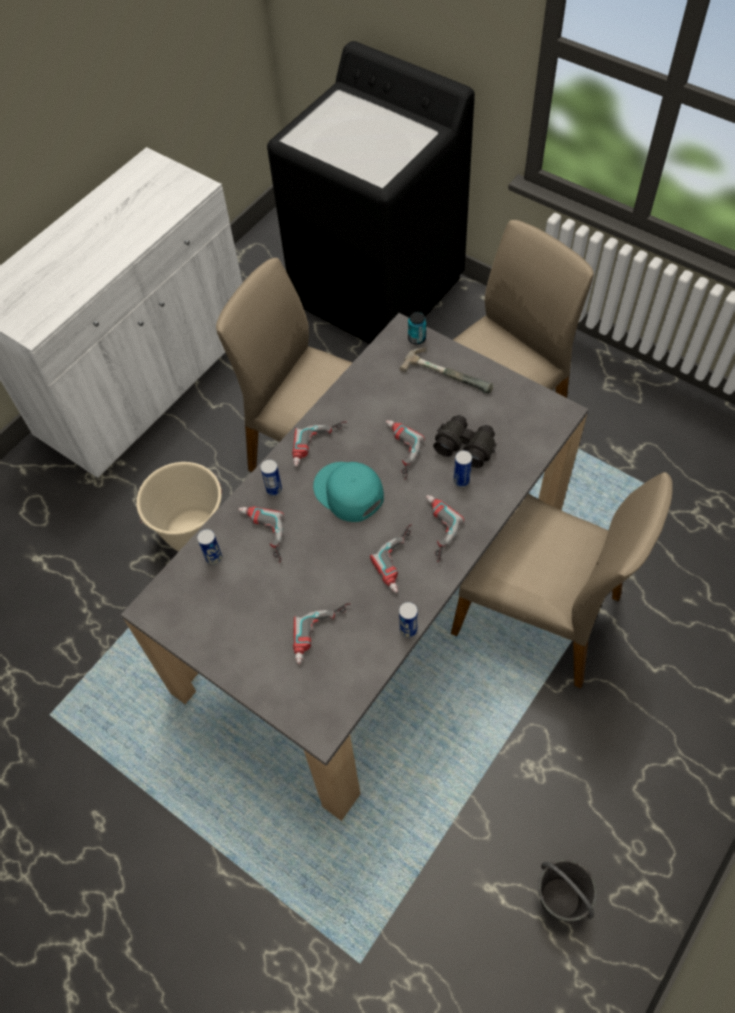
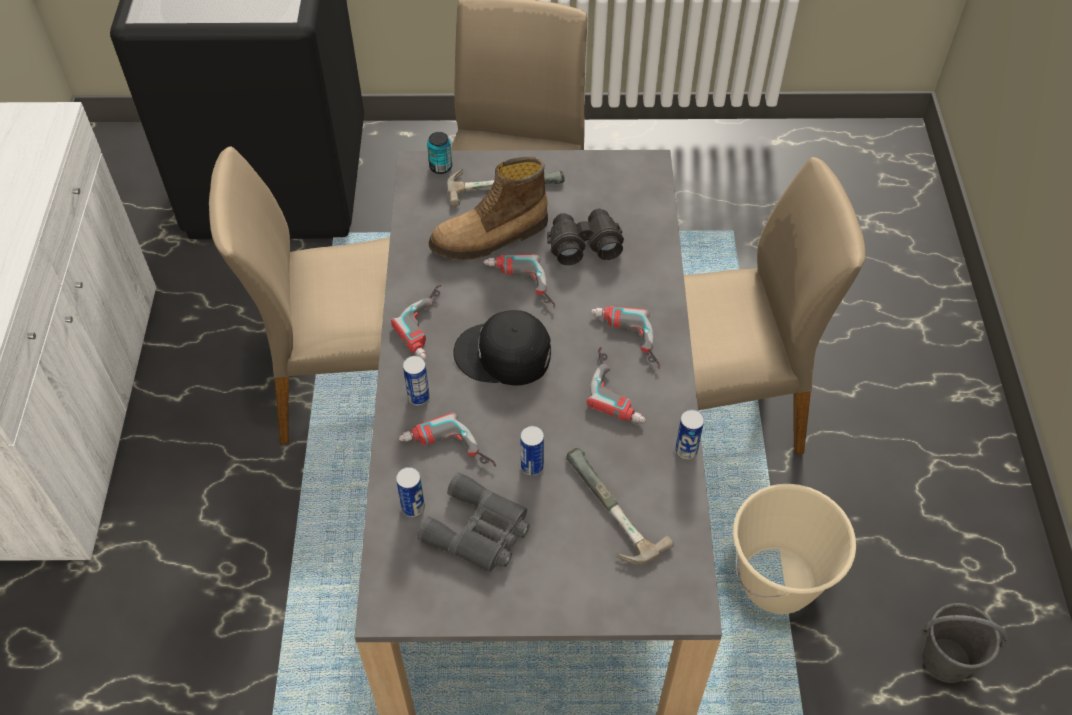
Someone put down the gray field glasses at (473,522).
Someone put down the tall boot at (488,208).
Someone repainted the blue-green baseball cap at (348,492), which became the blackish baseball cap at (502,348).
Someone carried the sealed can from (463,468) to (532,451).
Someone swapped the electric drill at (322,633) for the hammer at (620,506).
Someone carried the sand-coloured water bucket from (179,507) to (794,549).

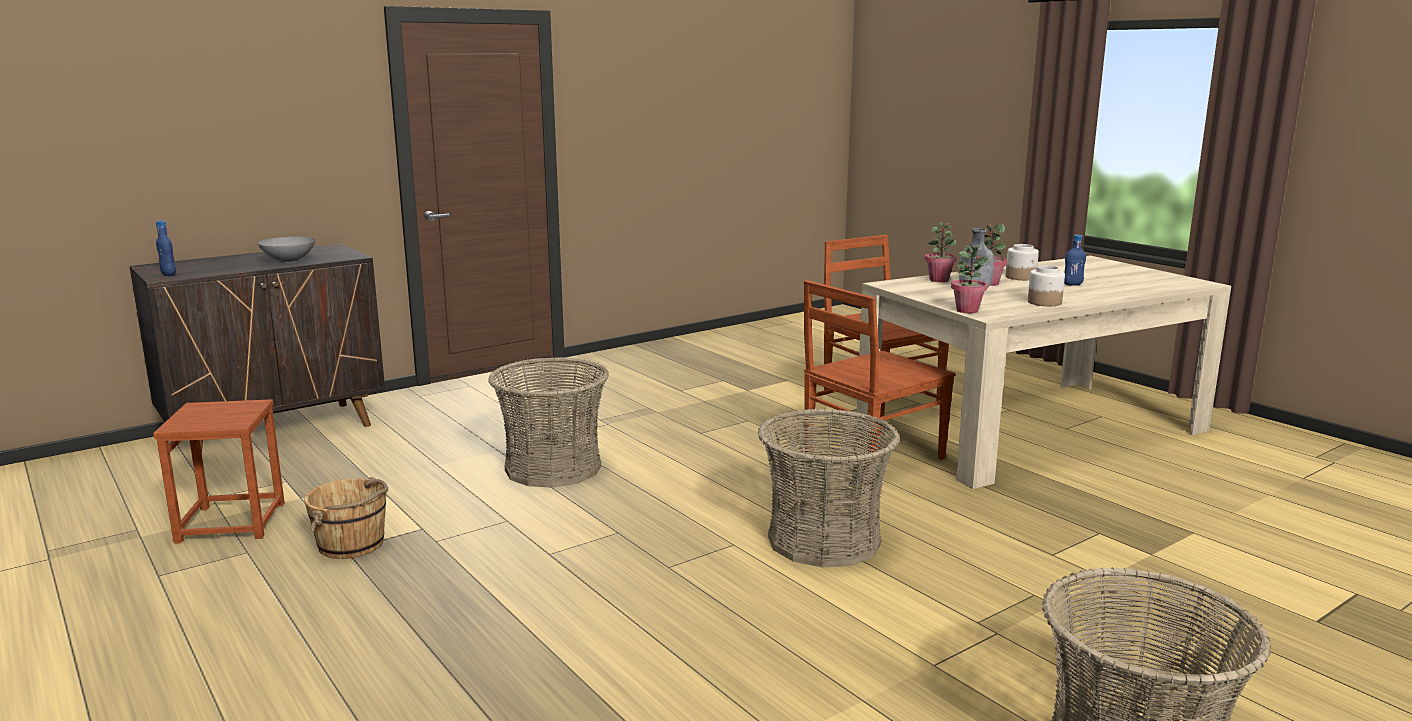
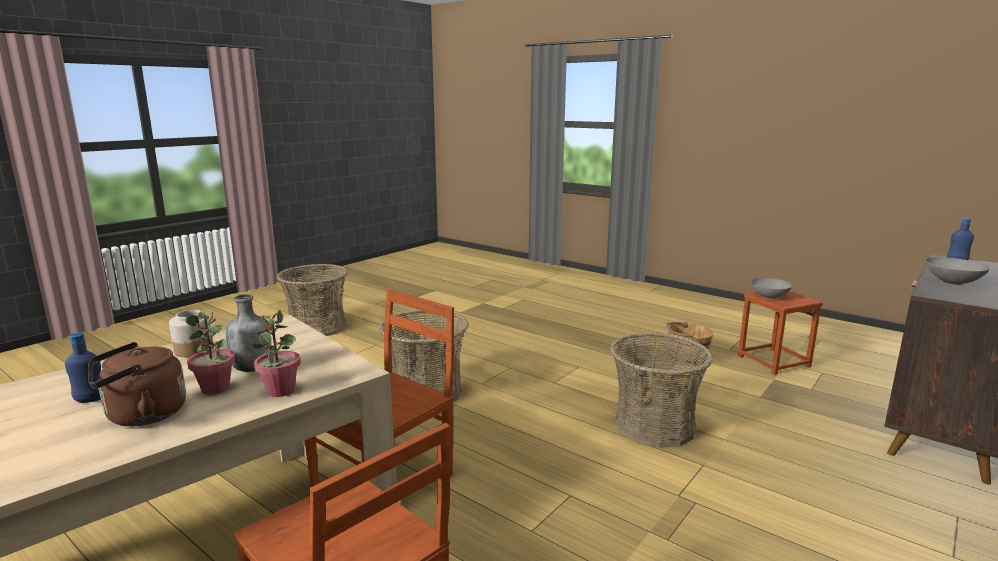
Someone swapped the preserve jar at (1022,262) for the brown kettle at (137,384).
Someone put down the gray deep dish at (771,288).
Someone took away the houseplant at (970,279).

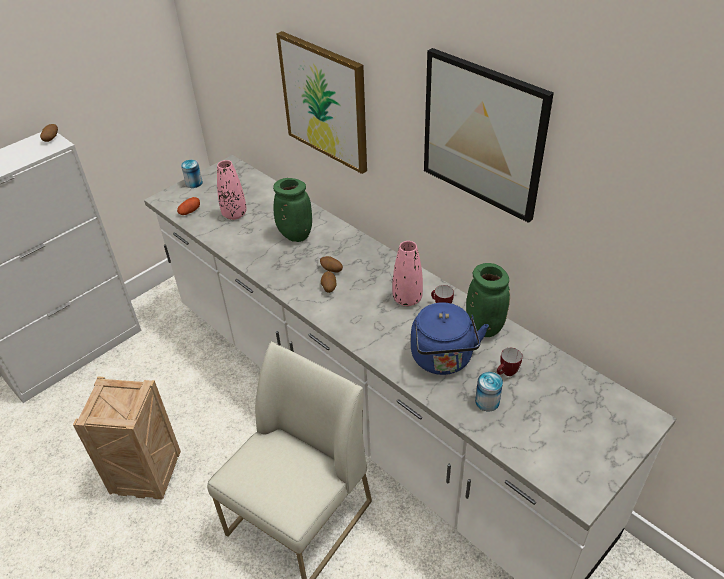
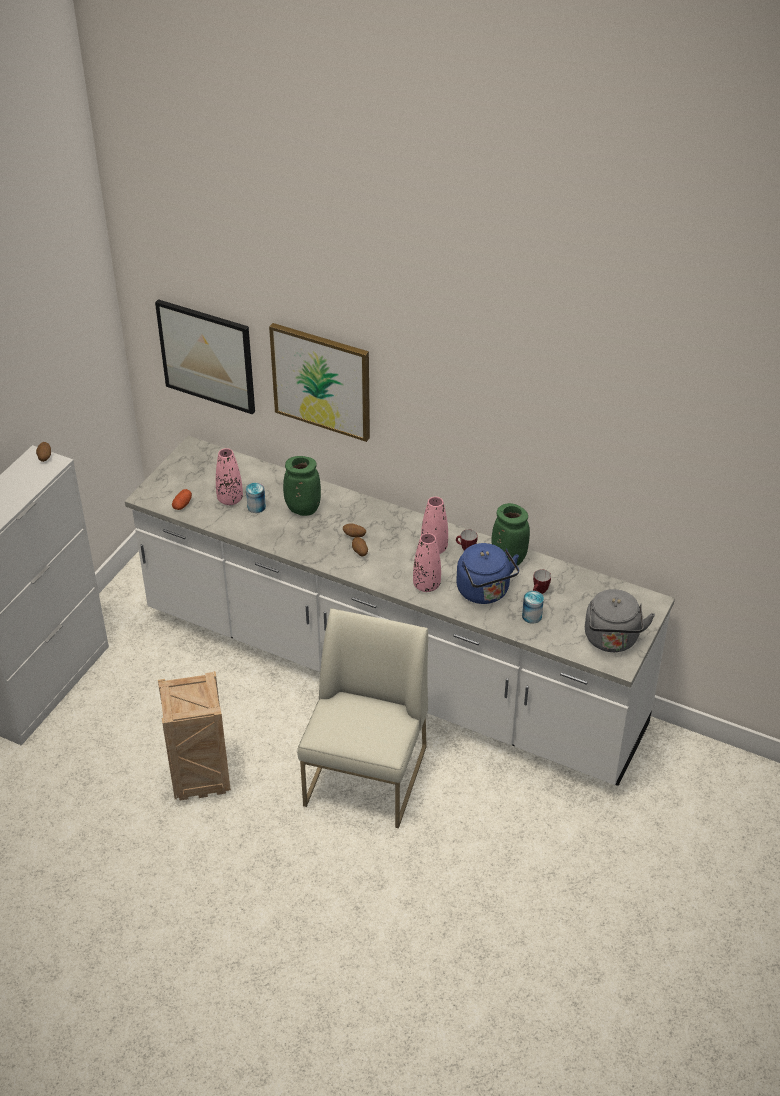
Someone carried the wall art from (489,135) to (205,356).
Someone carried the sealed can from (192,174) to (256,498).
Someone put down the pinkish vase at (427,562).
Someone put down the gray kettle at (620,620).

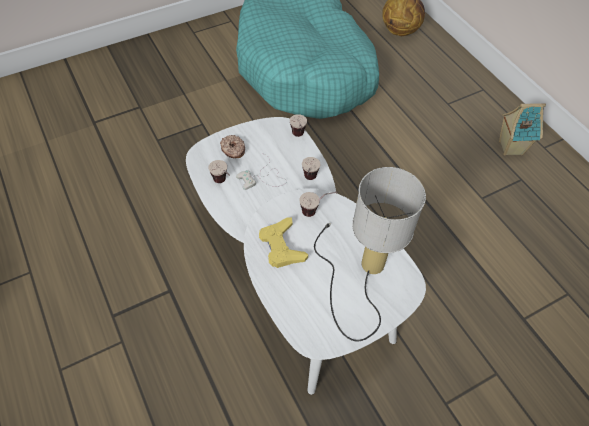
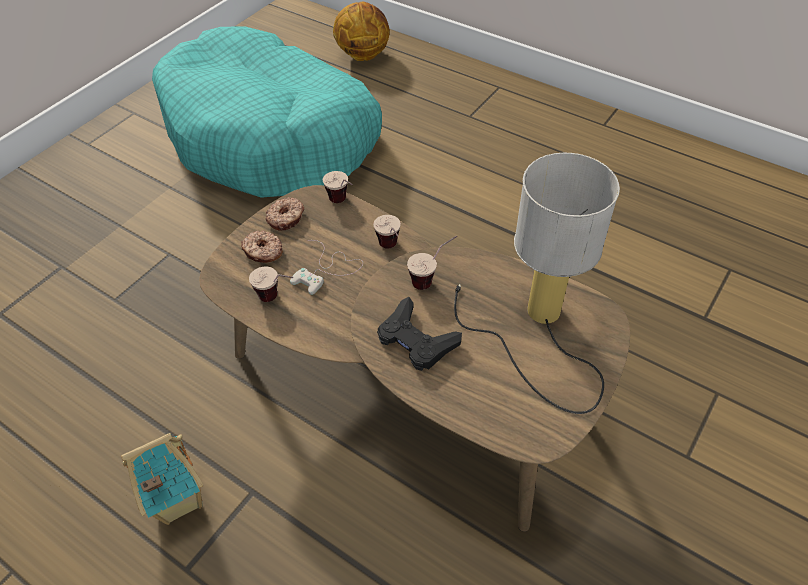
Someone carried the miniature house from (522,129) to (162,479).
Someone repainted the white coffee table at (306,256), which became the brown coffee table at (414,358).
Someone put down the ring doughnut at (284,213).
Someone repainted the yellow gamepad at (283,242), which became the blackish gamepad at (419,334).

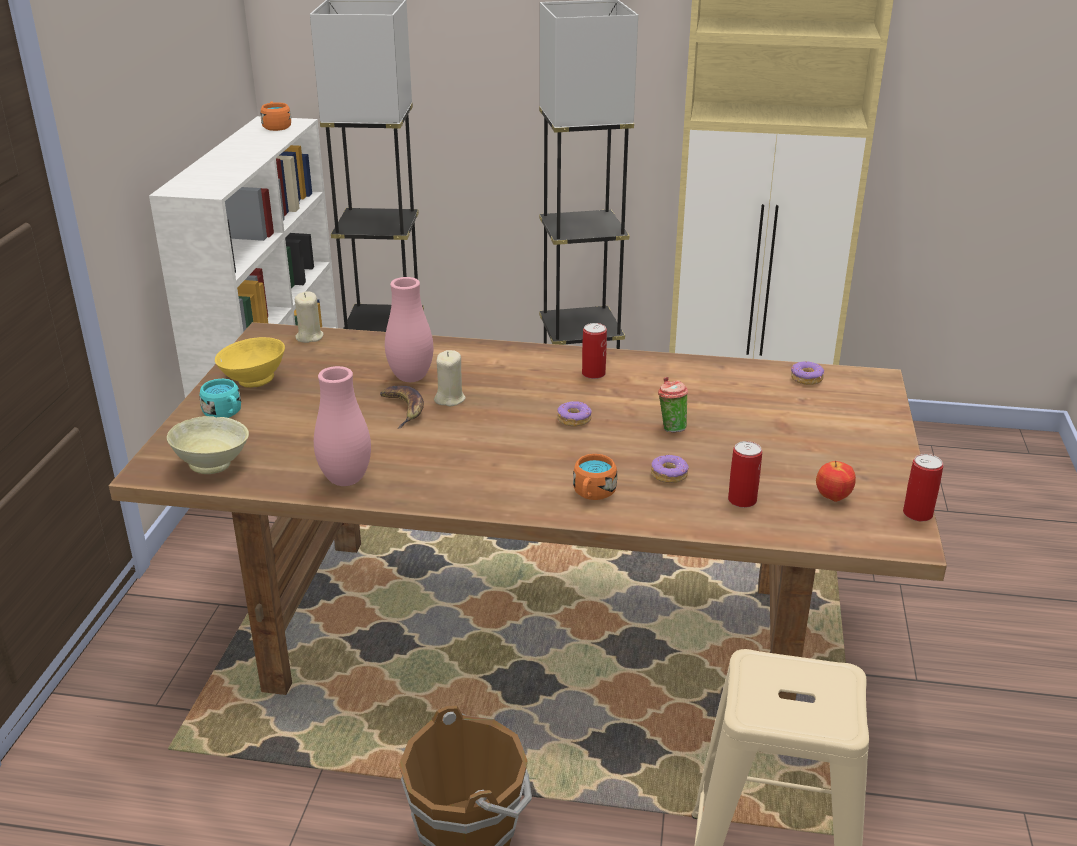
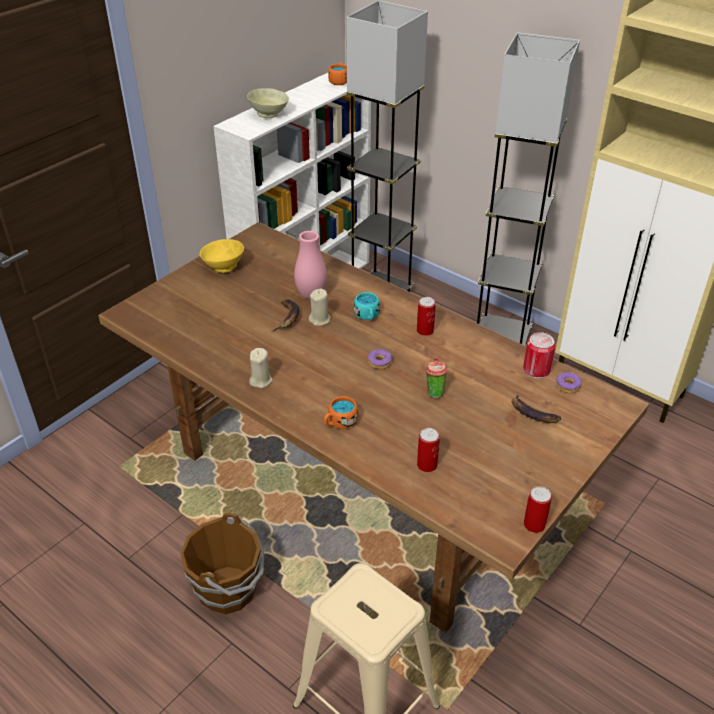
Someone carried the sand-coloured deep dish from (208,445) to (268,103).
Someone carried the sand-coloured wax candle from (309,317) to (260,368).
Someone carried the blue-green tea mug from (220,398) to (367,306).
Someone put down the banana fruit at (536,408).
Someone put down the sealed can at (539,355).
Someone took away the pinkish vase at (342,426).
Someone took away the ring doughnut at (670,469).
Someone took away the apple at (836,481).

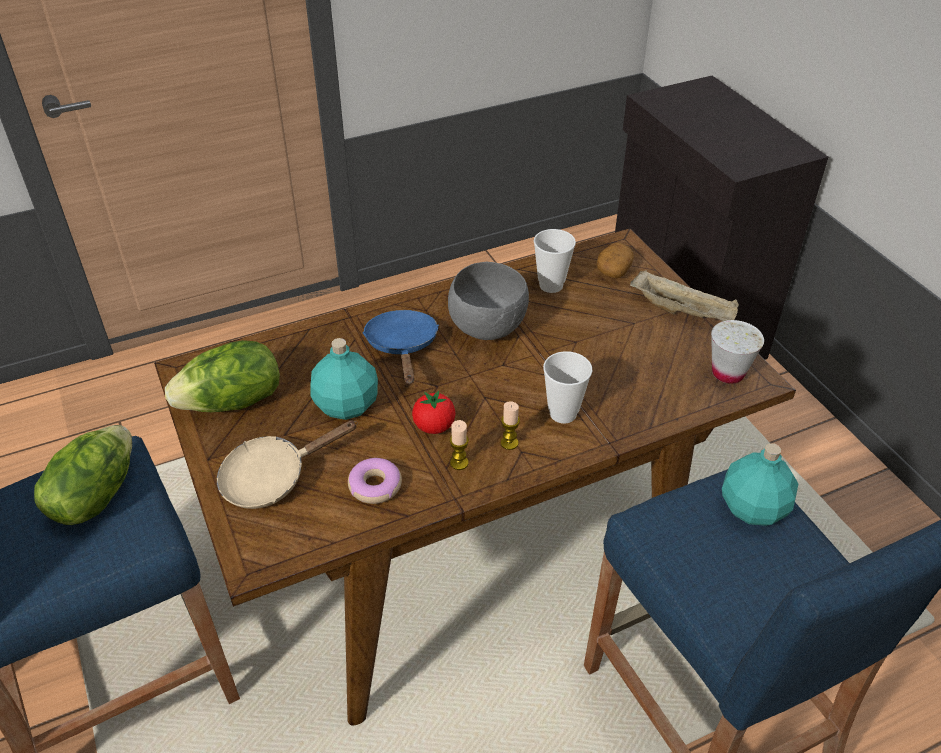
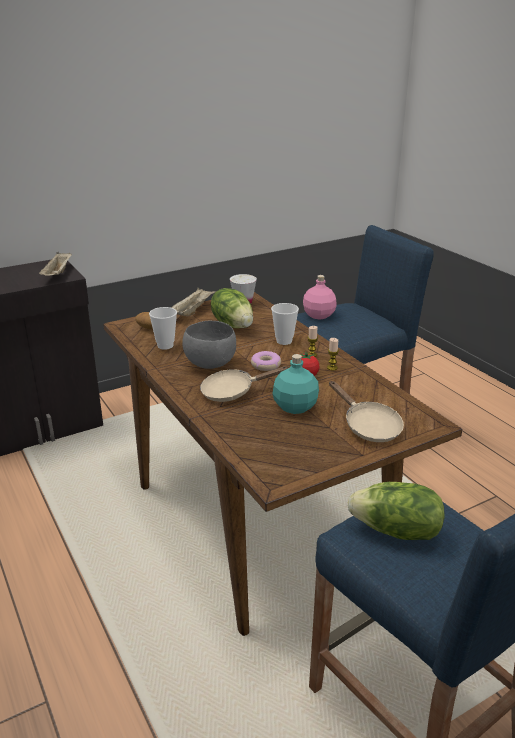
Someone put down the sand-coloured carrying tray at (55,264).
Someone repainted the bluish pan at (400,347), which became the sand-coloured pan at (244,384).
Someone carried the lettuce head from (222,376) to (232,308).
Someone carried the ring doughnut from (375,481) to (266,361).
Someone repainted the blue-green beverage bottle at (760,484), which became the pinkish beverage bottle at (320,297).

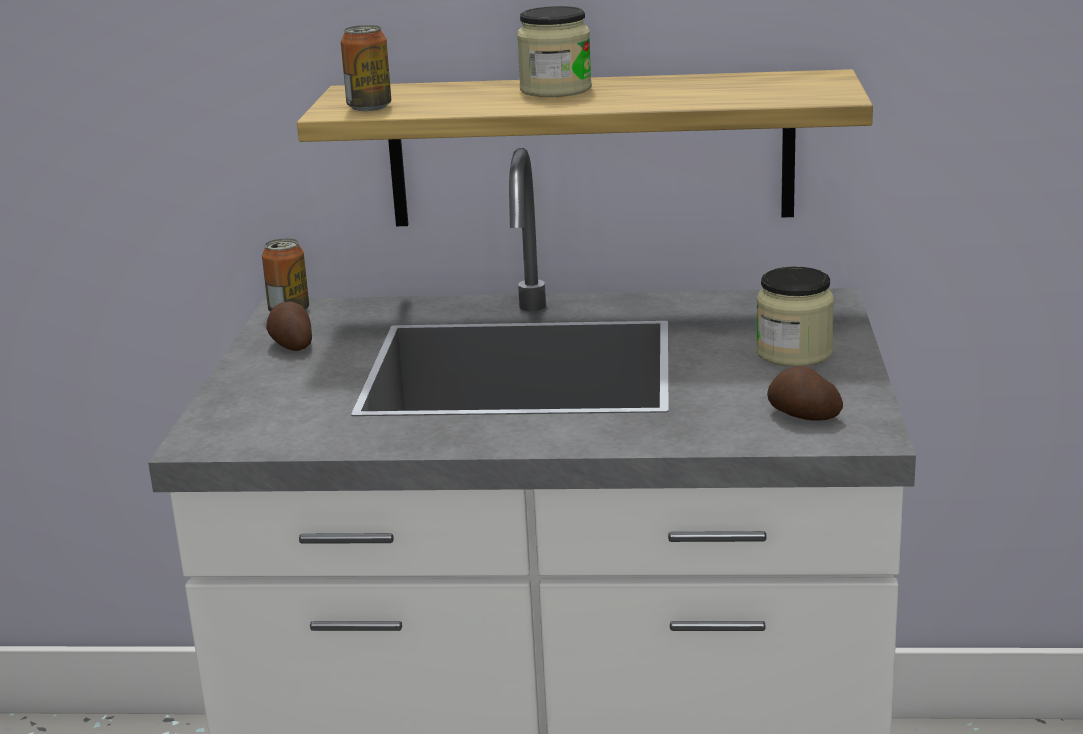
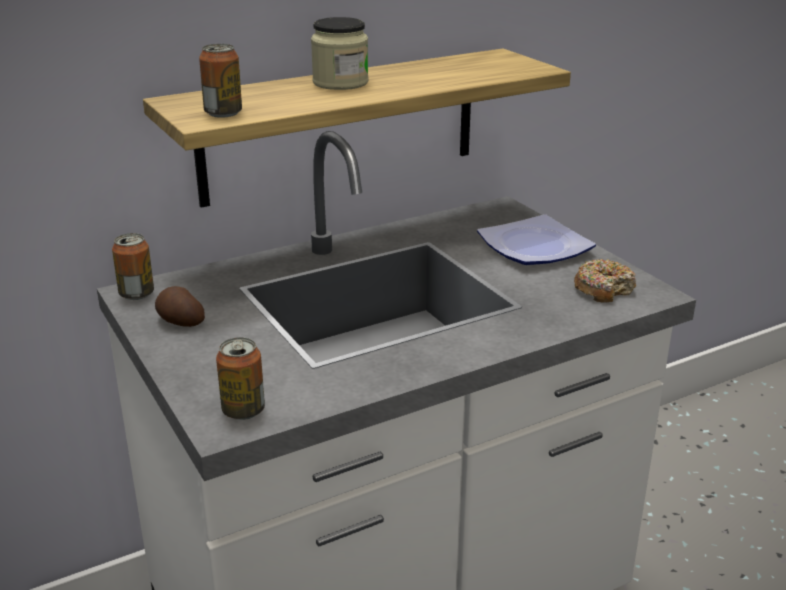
Someone put down the sealed can at (240,378).
Someone swapped the preserve jar at (795,317) for the dinner plate at (536,239).
Someone swapped the spud at (805,393) for the ring doughnut at (605,281).

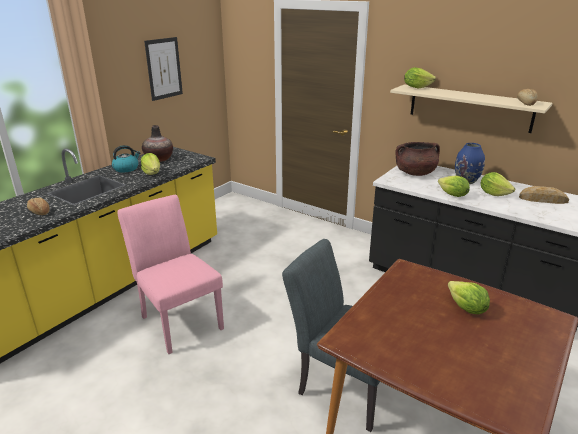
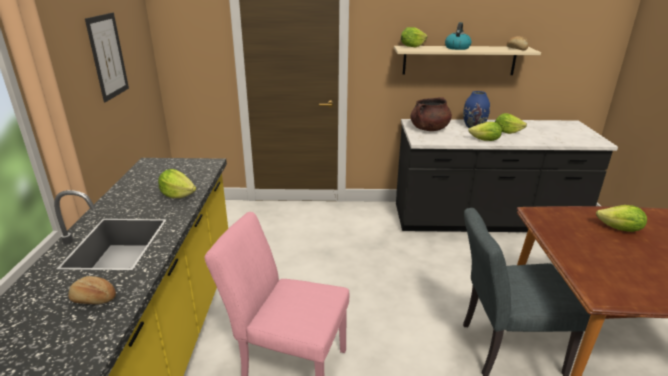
Someone carried the kettle from (126,159) to (458,36).
Someone took away the vase at (157,143).
Someone took away the bakery bread at (544,195).

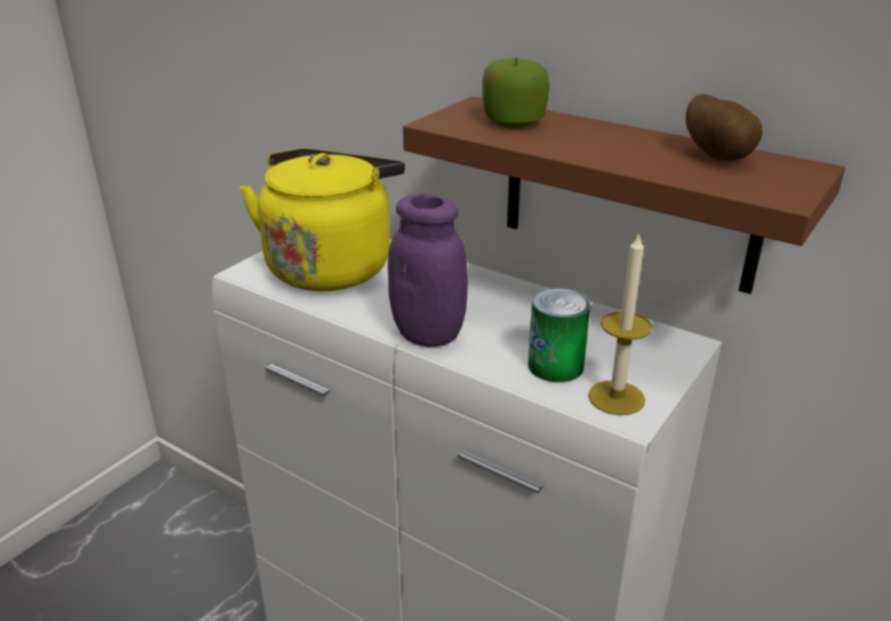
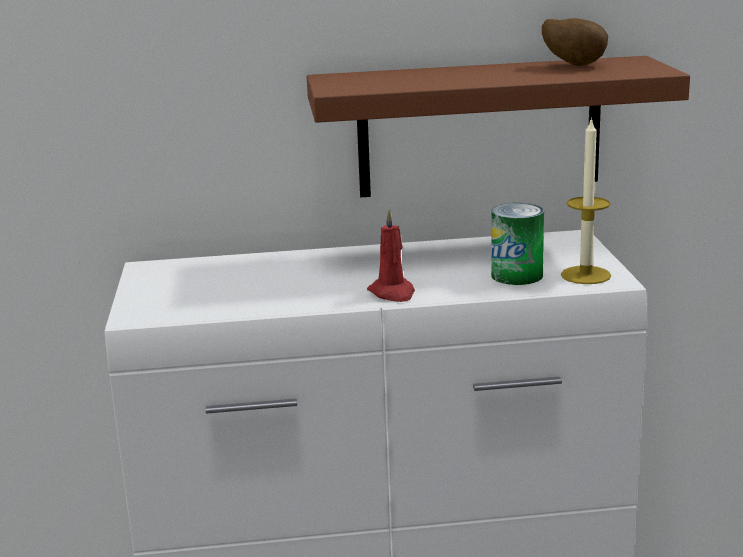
Someone swapped the purple preserve jar at (428,270) for the reddish wax candle at (391,255).
Someone took away the yellow kettle at (322,219).
Someone took away the apple at (516,92).

